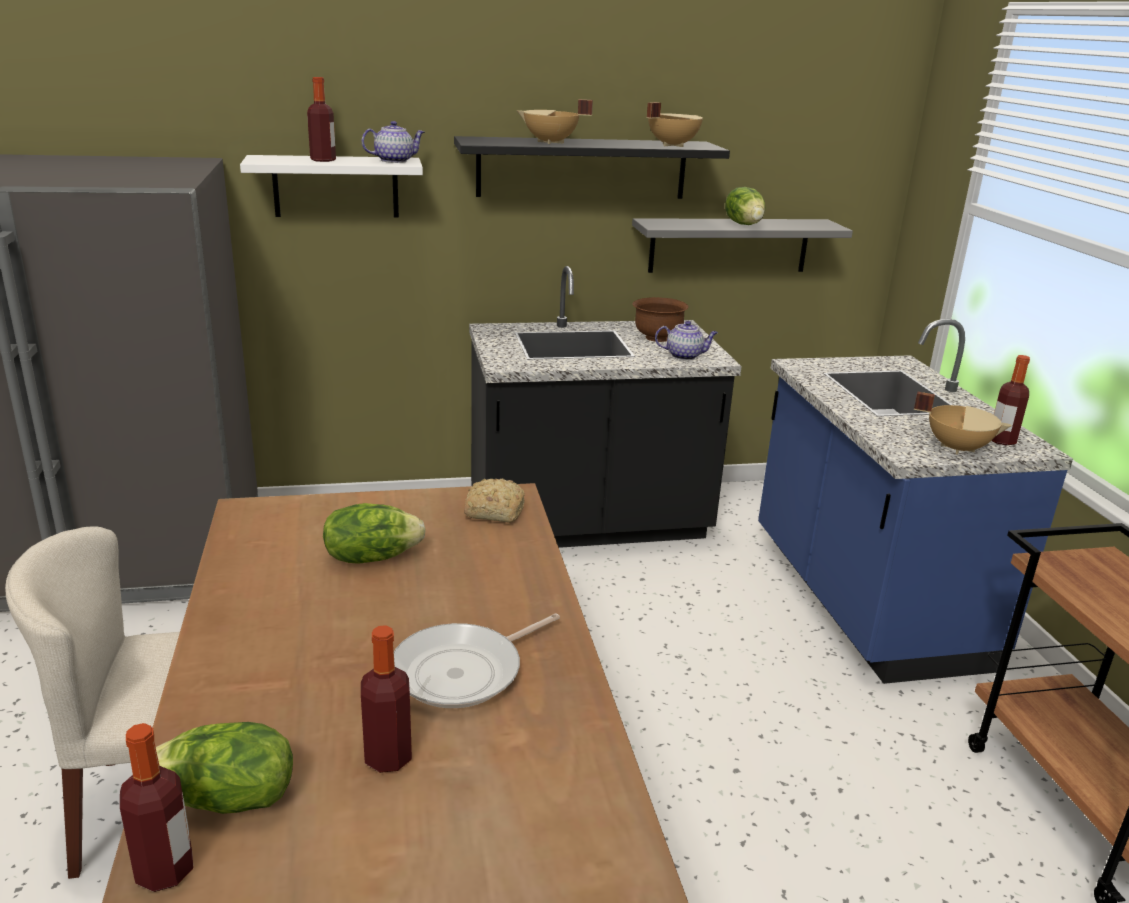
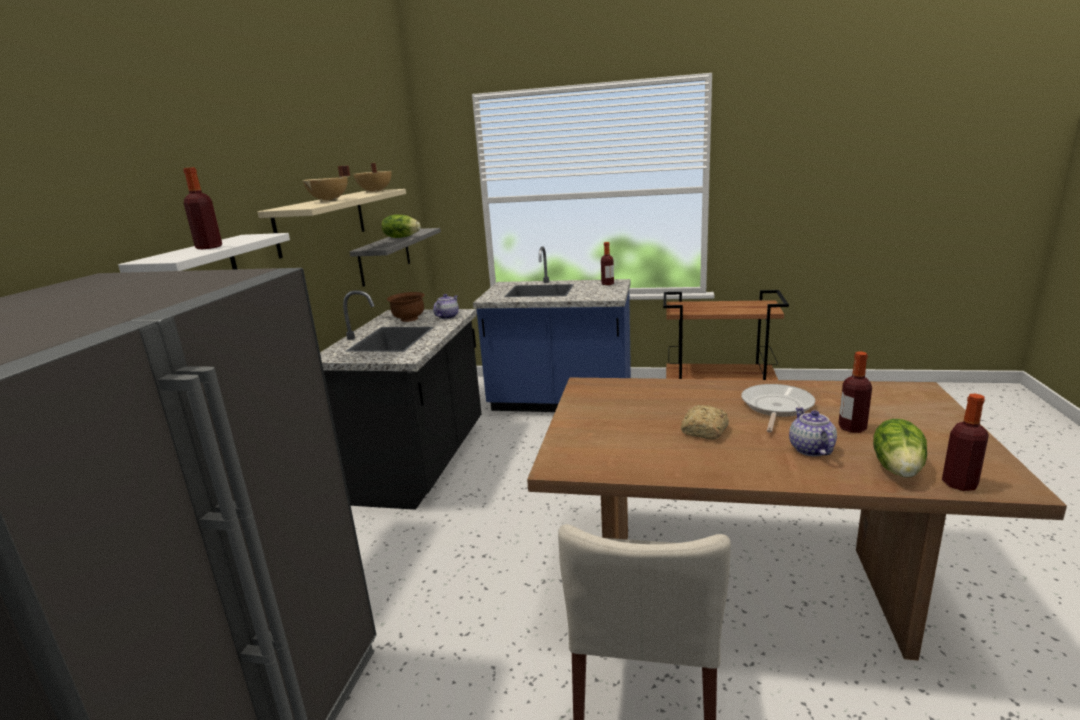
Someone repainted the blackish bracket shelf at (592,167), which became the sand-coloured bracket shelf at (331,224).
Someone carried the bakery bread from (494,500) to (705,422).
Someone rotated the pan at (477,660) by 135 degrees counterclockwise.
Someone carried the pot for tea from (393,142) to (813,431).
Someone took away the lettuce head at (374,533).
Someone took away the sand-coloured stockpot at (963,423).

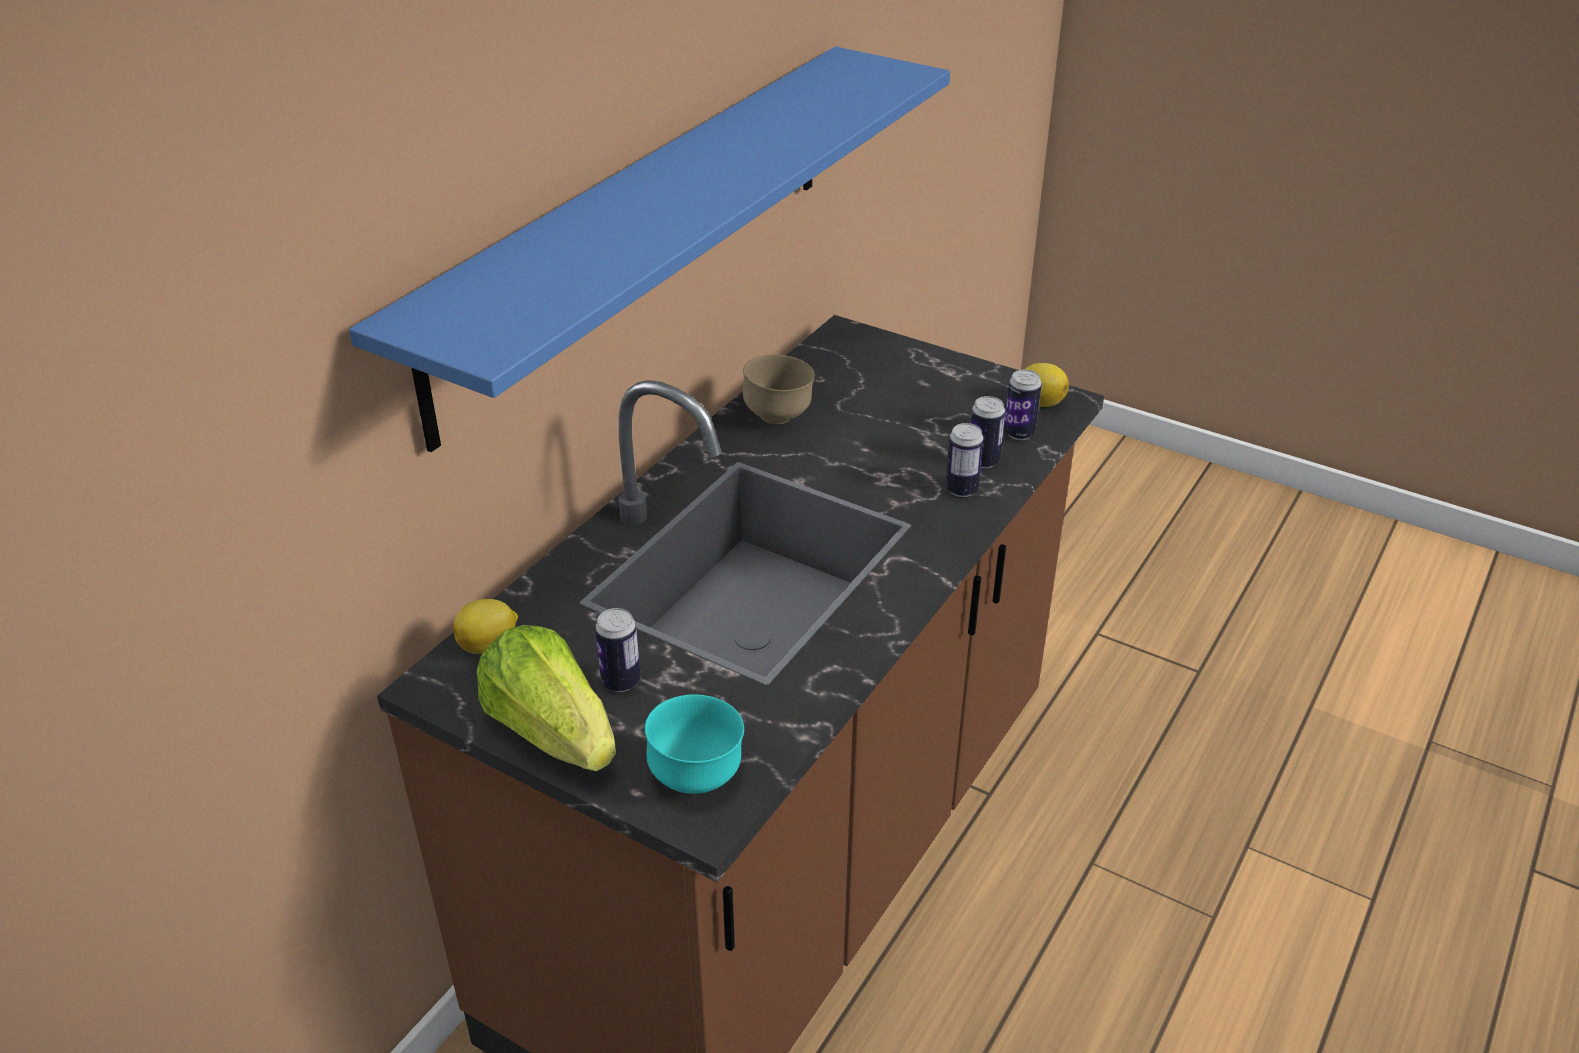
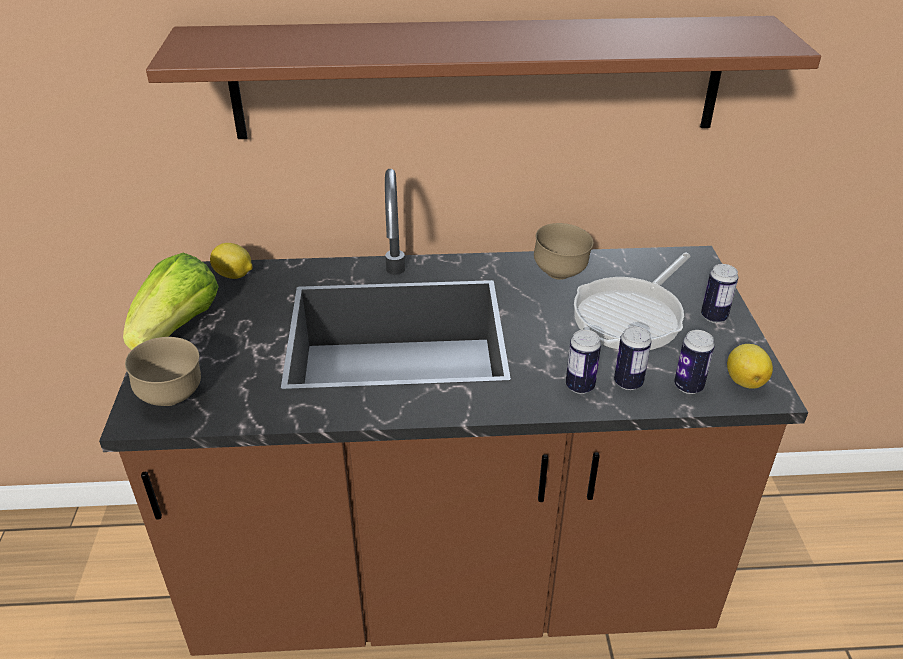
Someone repainted the blue-green deep dish at (694,744), which became the brown deep dish at (163,371).
Someone repainted the bluish bracket shelf at (649,249), which became the brown bracket shelf at (483,77).
Someone put down the pan at (632,301).
Someone carried the sealed can from (617,650) to (719,293).

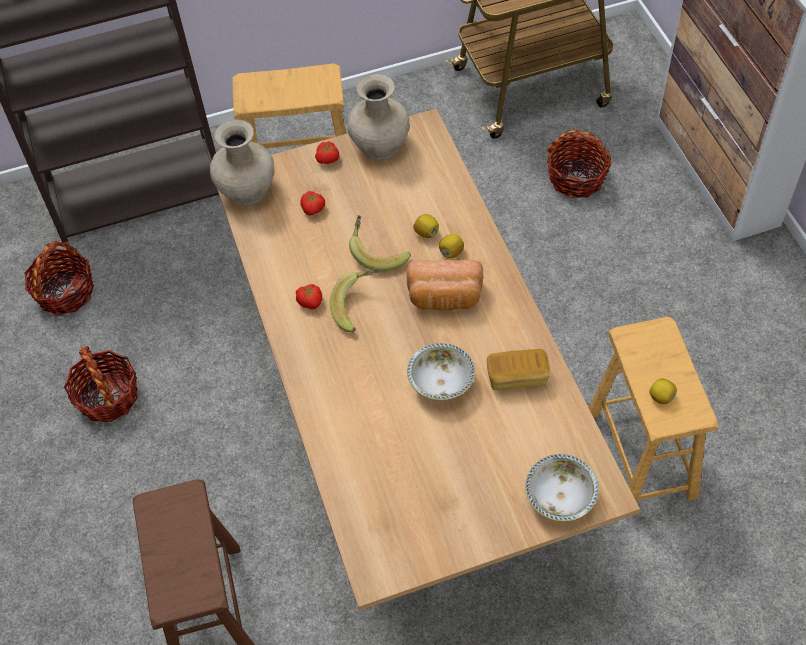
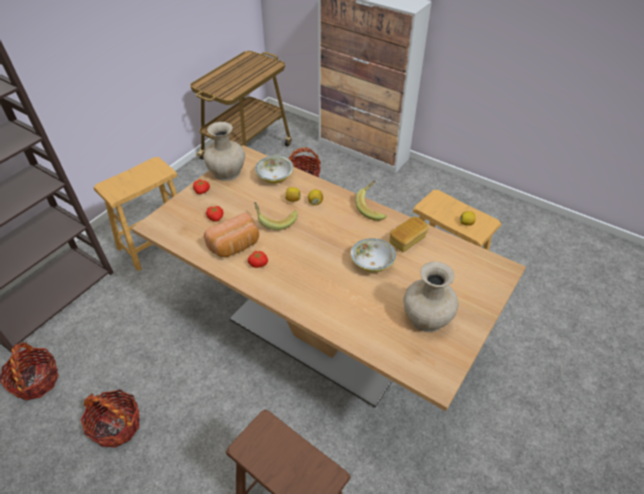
Someone carried the bakery bread from (444,285) to (231,235).
Someone carried the deep dish from (562,488) to (274,170).
Someone carried the banana fruit from (354,300) to (371,200).
Someone carried the sand-coloured vase from (242,162) to (431,297).

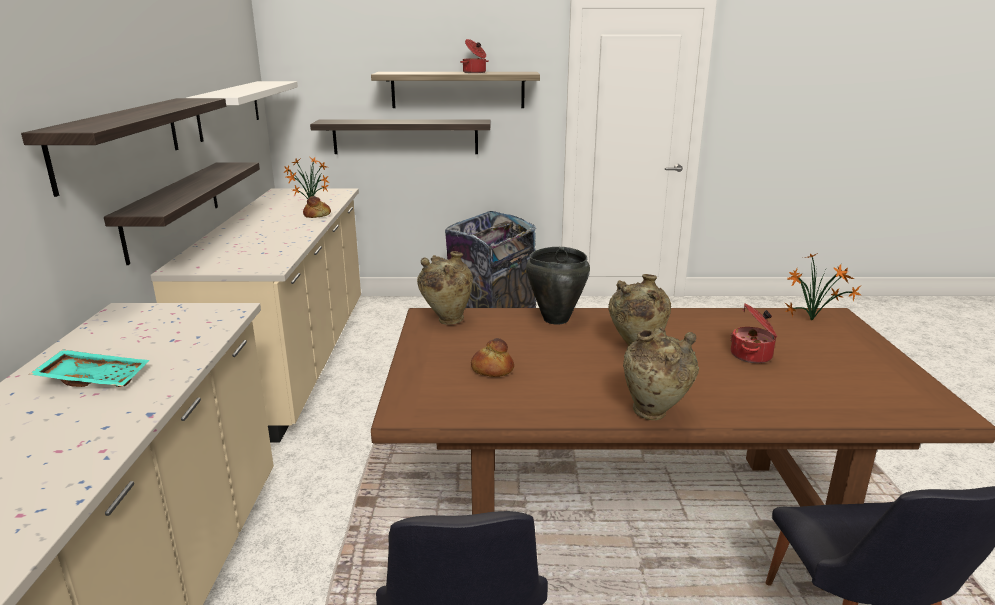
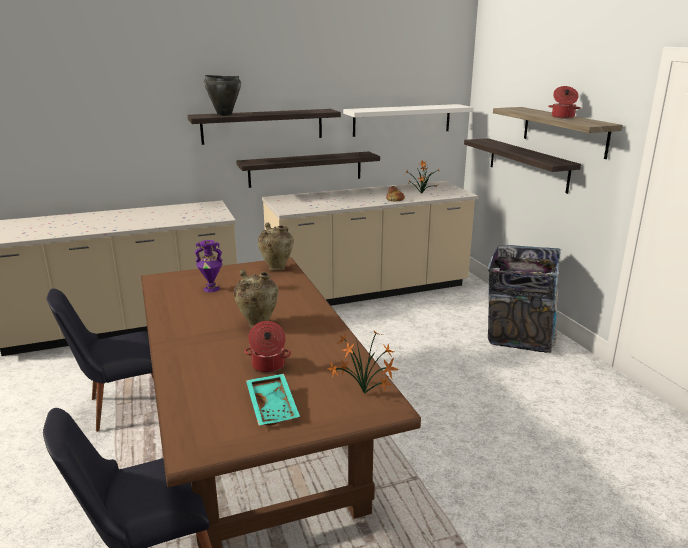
Someone swapped the bakery bread at (492,357) for the purple vase at (208,266).
Someone carried the blackish stockpot from (558,285) to (222,95).
Someone carried the blue-green carrying tray from (89,368) to (273,400).
Someone took away the sand-coloured vase at (661,373).

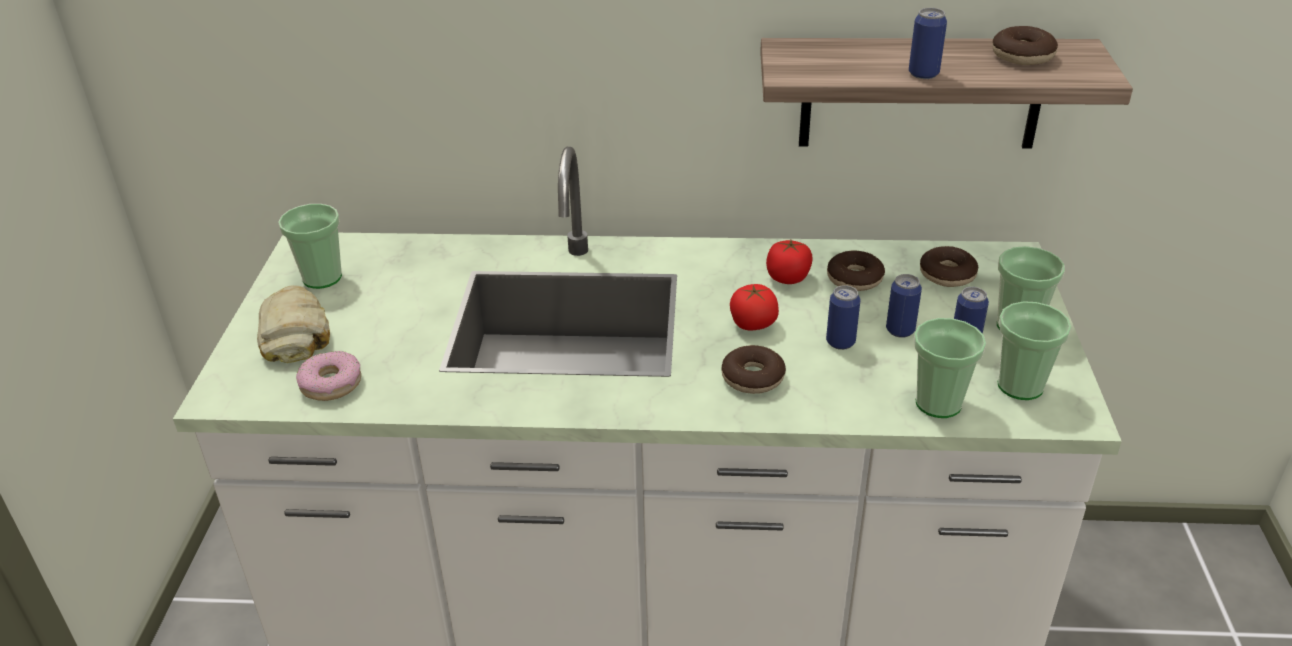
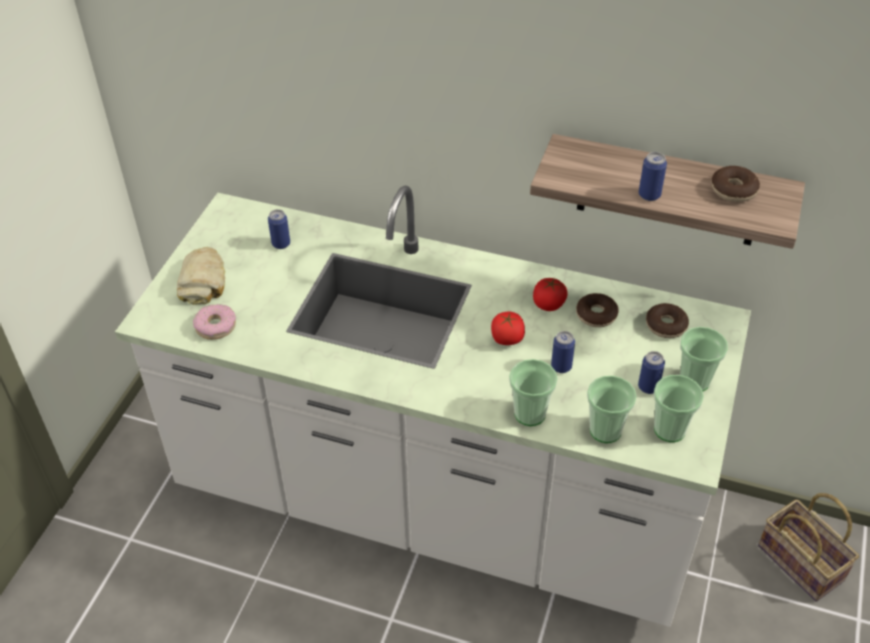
Someone carried the sealed can from (904,306) to (279,229).
Someone carried the small cup from (310,246) to (533,392).
Someone put down the household basket at (808,547).
Someone took away the ring doughnut at (754,369).

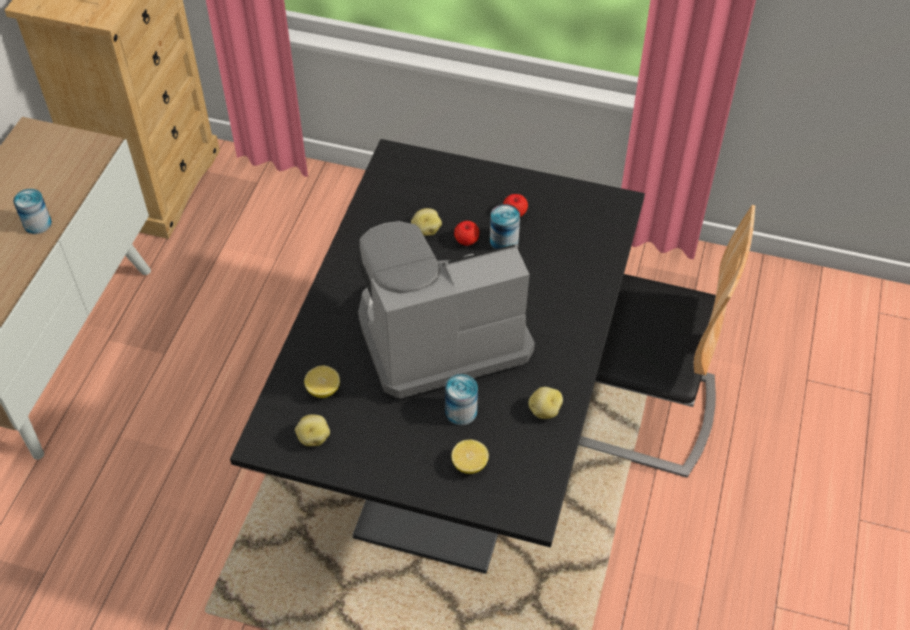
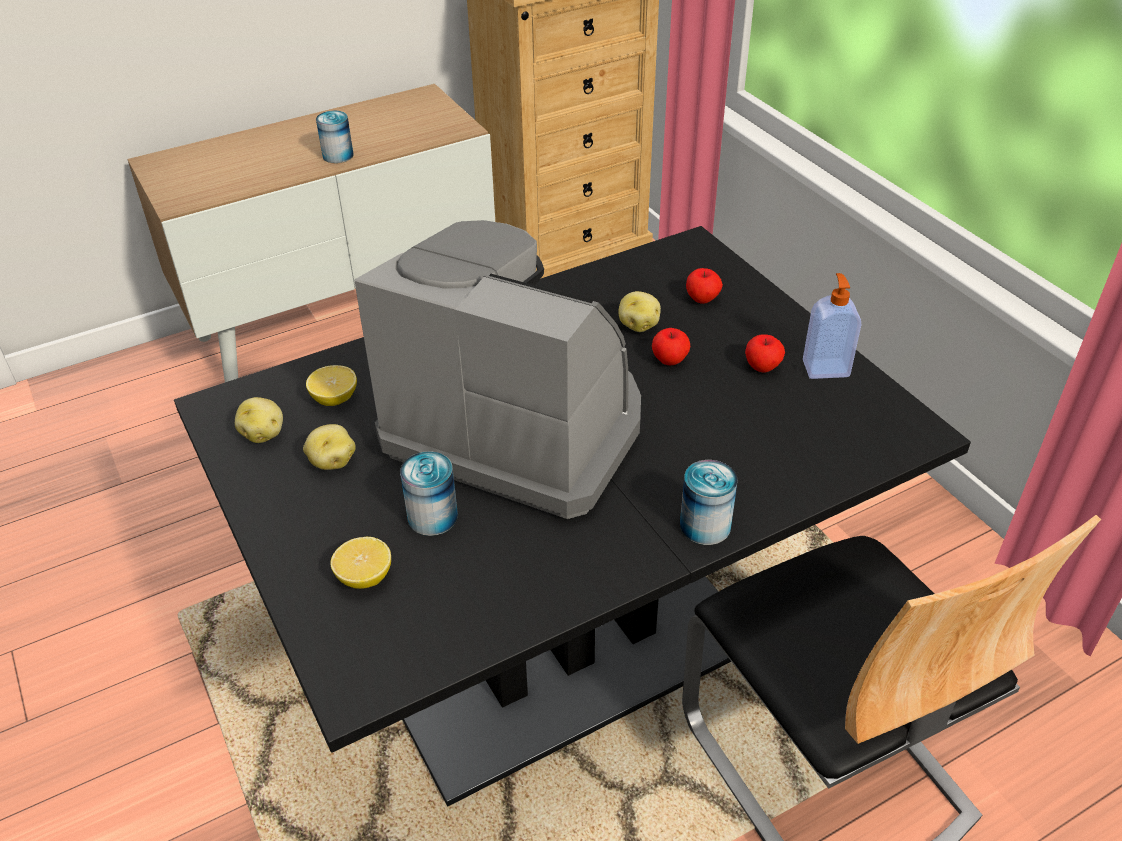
Someone carried the spud from (545,403) to (329,447).
Someone carried the sealed can from (505,226) to (709,502).
Someone put down the apple at (704,286).
Someone put down the soap bottle at (832,326).

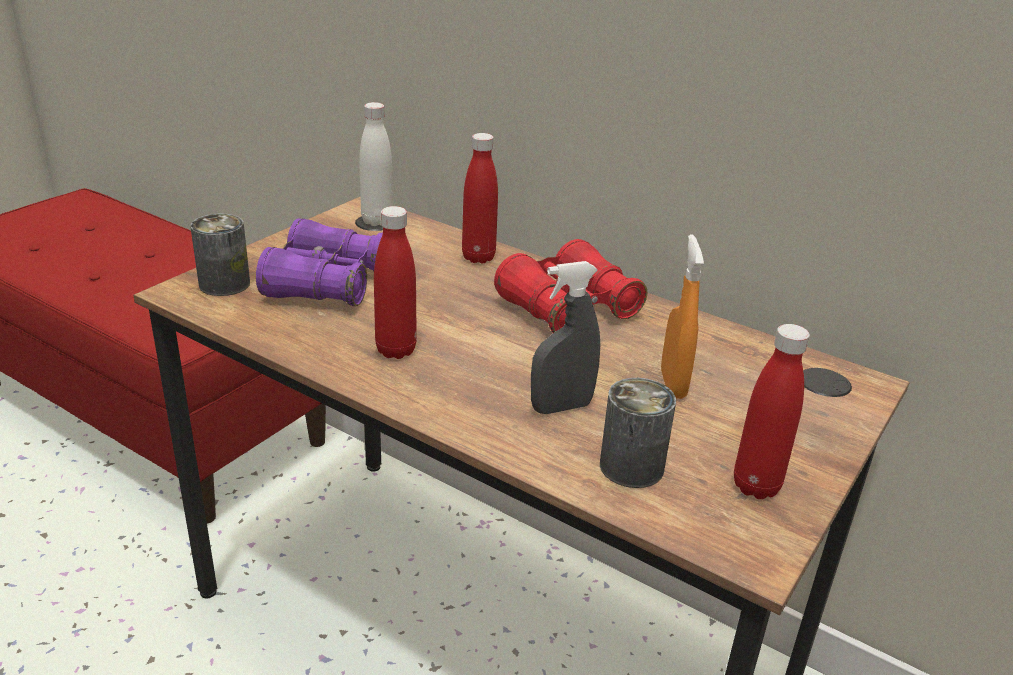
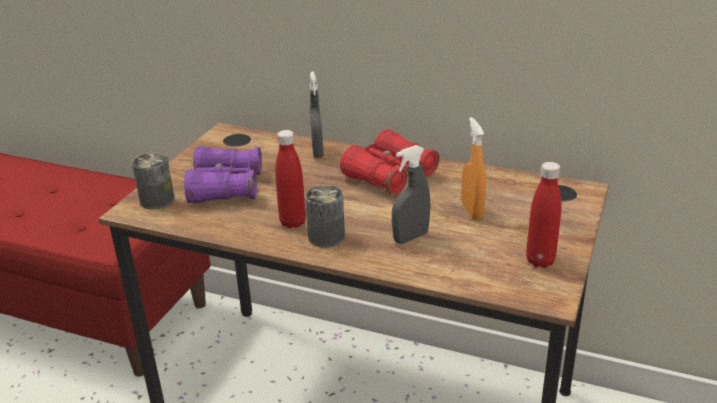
Someone carried the sealed can from (638,433) to (325,216).
Someone swapped the reddish beverage bottle at (480,198) for the gray hand sprayer at (317,114).
Someone took away the white beverage bottle at (376,164).

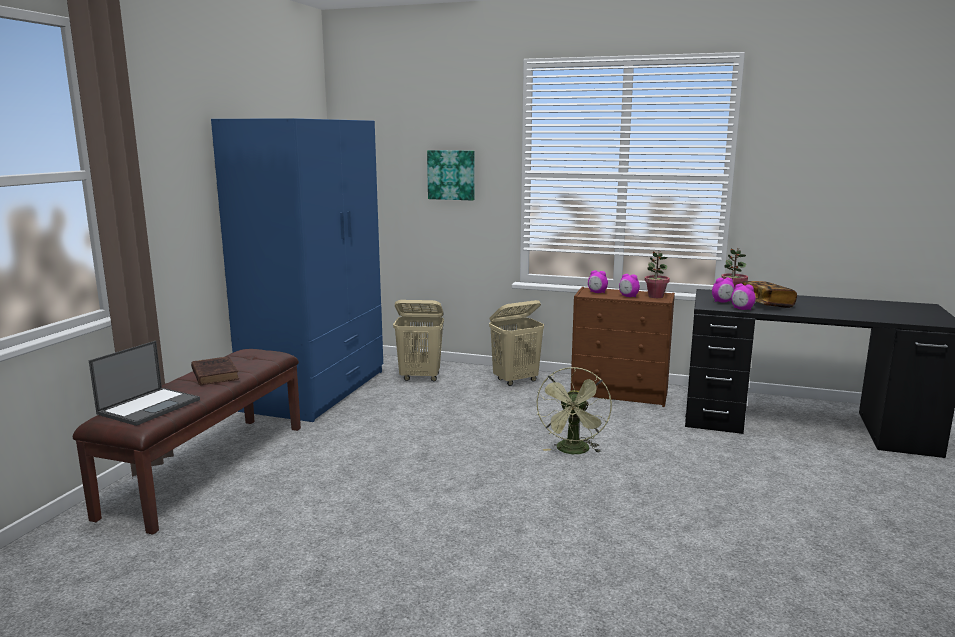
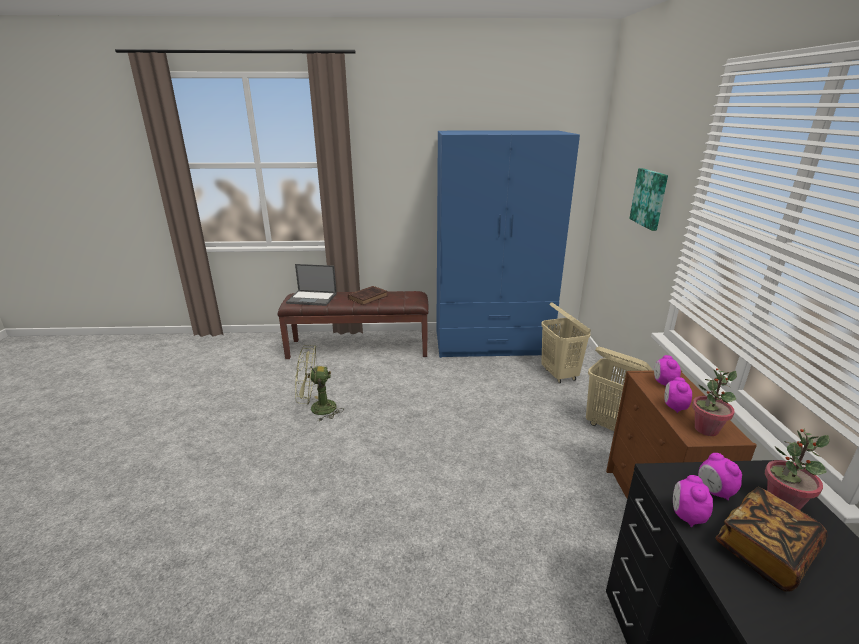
Someone carried the green electric fan from (574,410) to (319,383).

